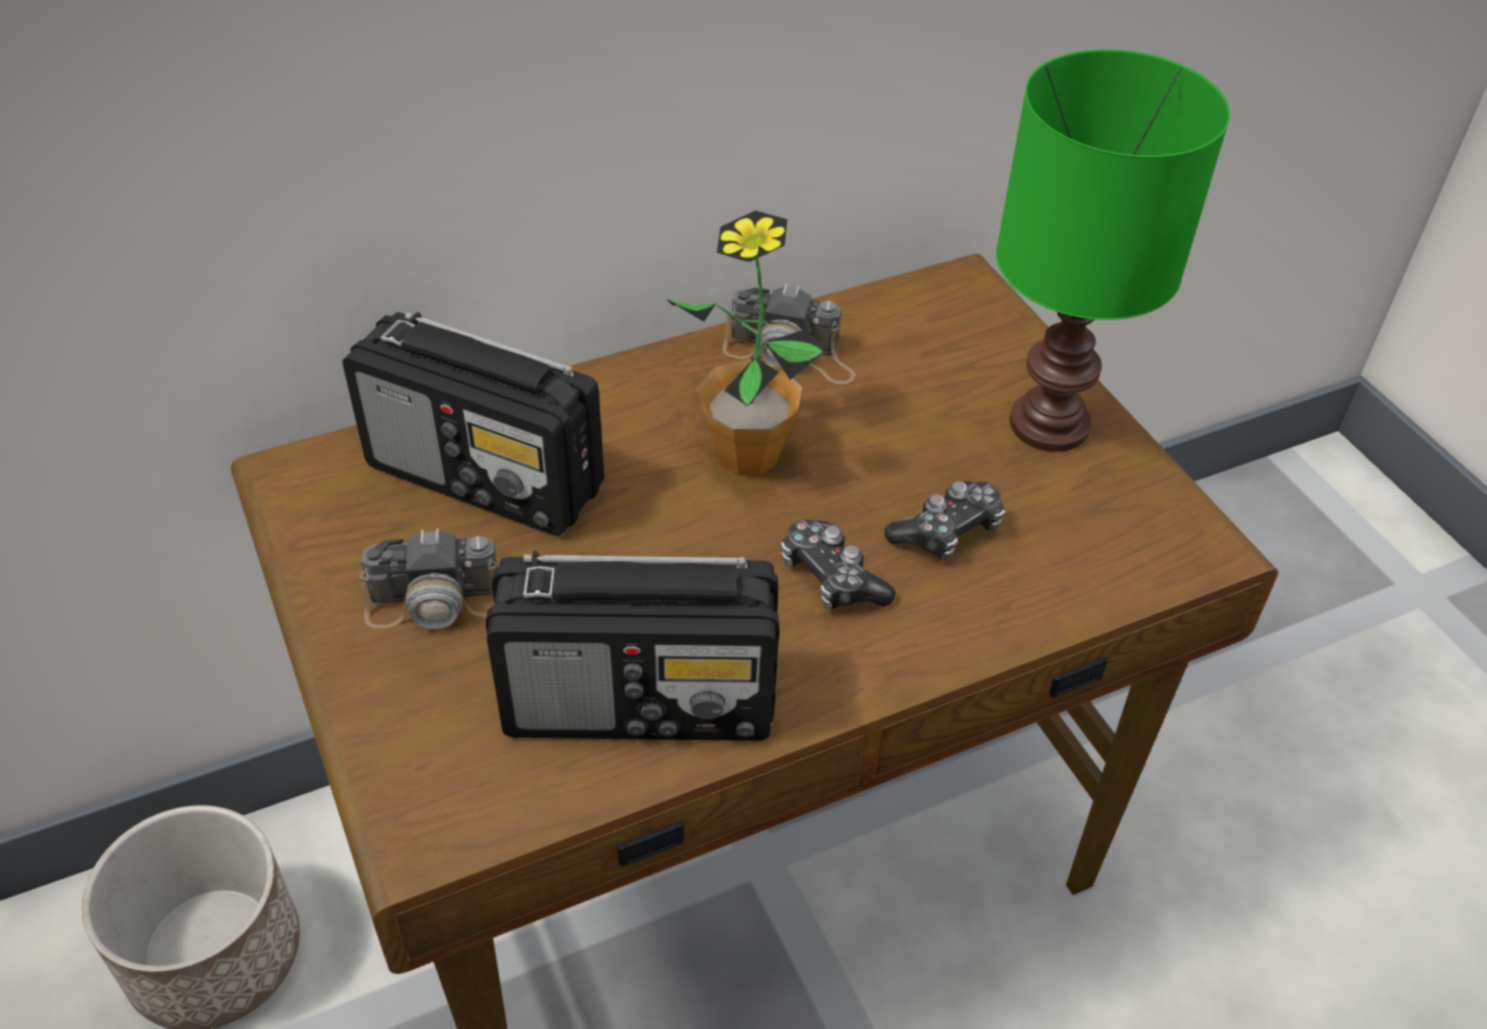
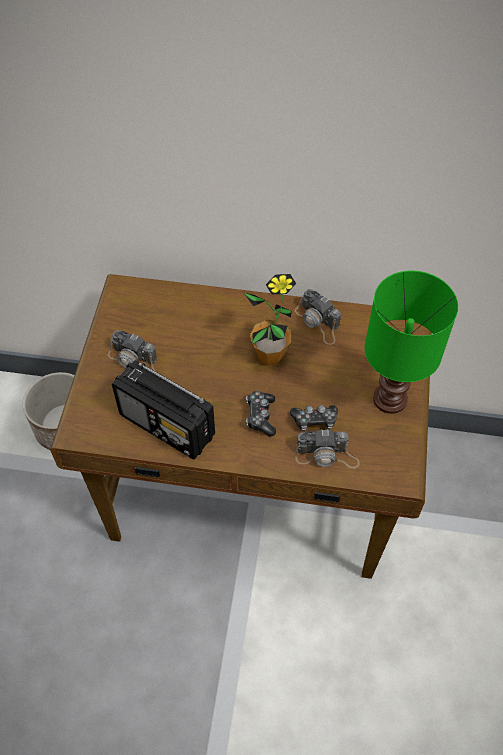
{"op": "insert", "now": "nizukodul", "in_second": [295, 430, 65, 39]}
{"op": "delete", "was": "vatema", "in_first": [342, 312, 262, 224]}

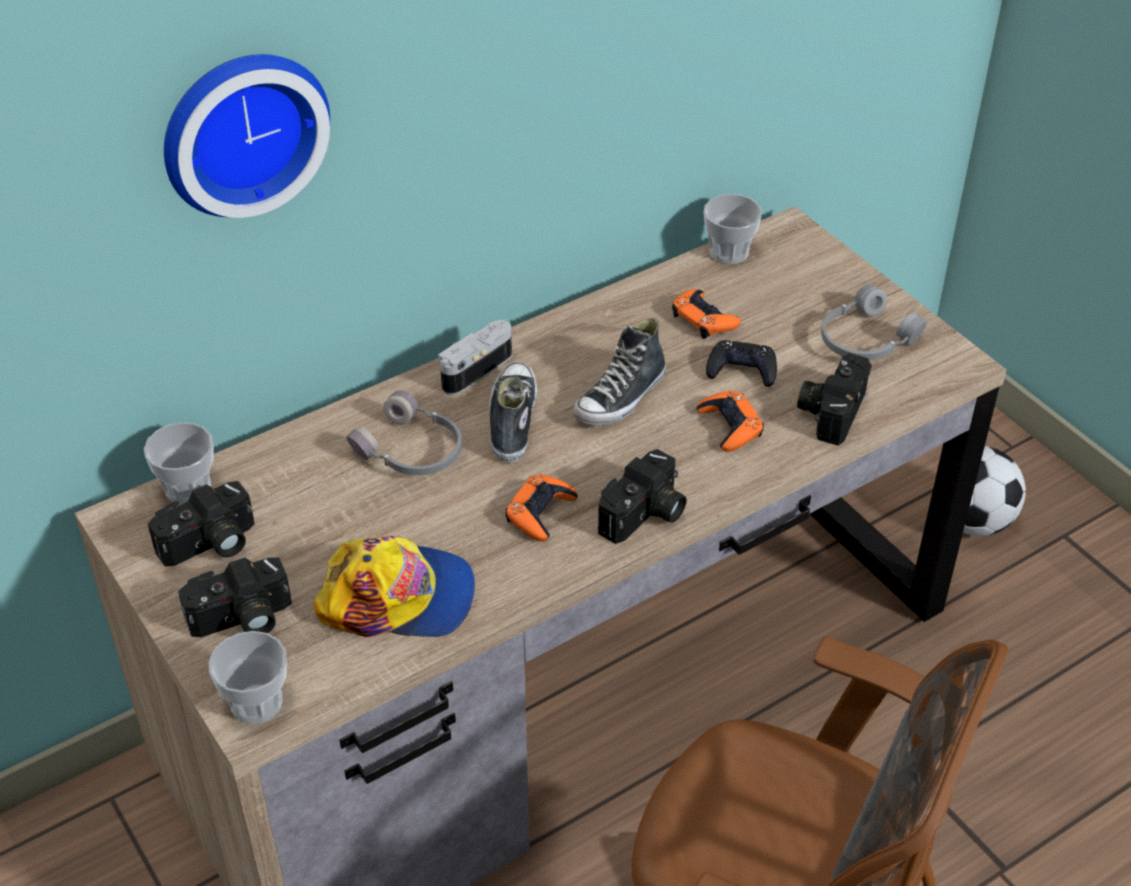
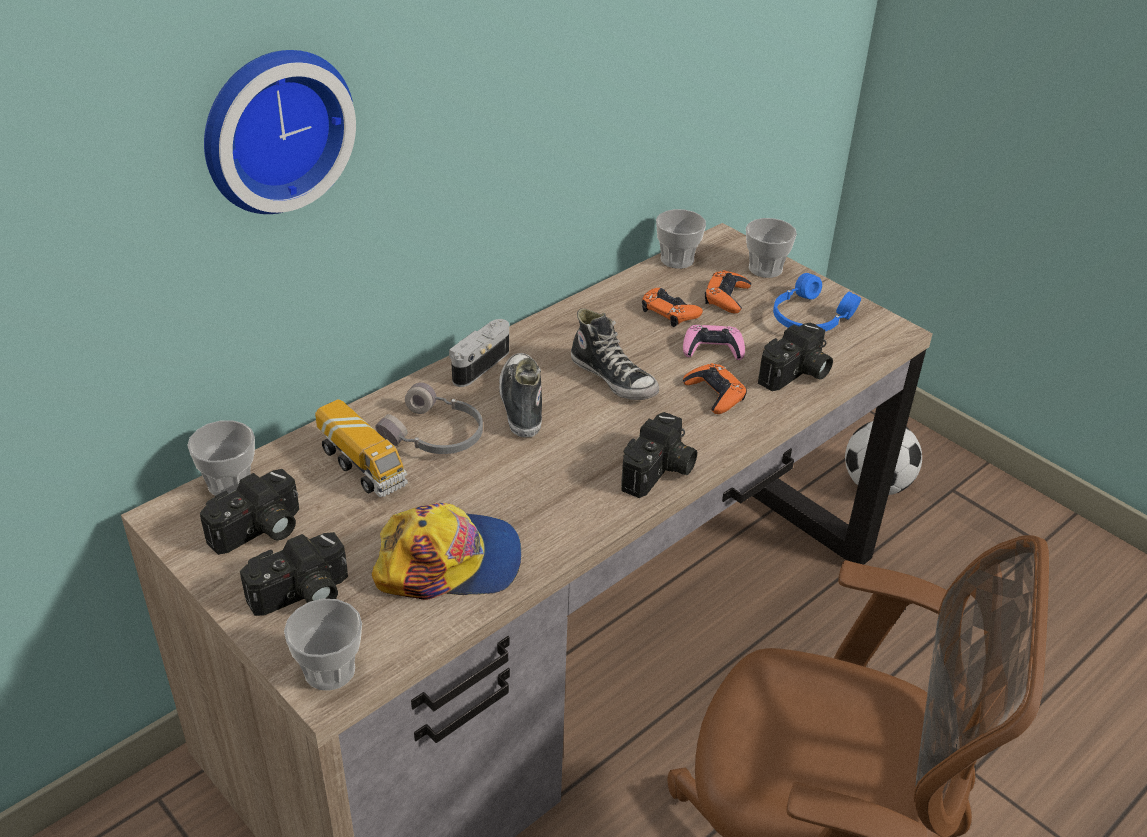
{"op": "insert", "now": "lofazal", "in_second": [315, 399, 93, 98]}
{"op": "rotate", "was": "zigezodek", "in_first": [573, 318, 93, 107], "in_second": [571, 308, 88, 92], "clockwise": -75}
{"op": "recolor", "was": "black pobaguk", "now": "pink pobaguk", "in_first": [706, 340, 71, 47], "in_second": [683, 325, 62, 35]}
{"op": "move", "was": "orange pobaguk", "in_first": [505, 474, 73, 68], "in_second": [705, 270, 46, 43]}
{"op": "insert", "now": "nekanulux", "in_second": [746, 218, 51, 60]}
{"op": "rotate", "was": "nizukodul", "in_first": [797, 353, 75, 92], "in_second": [758, 323, 75, 68], "clockwise": -150}
{"op": "recolor", "was": "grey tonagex", "now": "blue tonagex", "in_first": [821, 284, 106, 76], "in_second": [773, 273, 88, 58]}

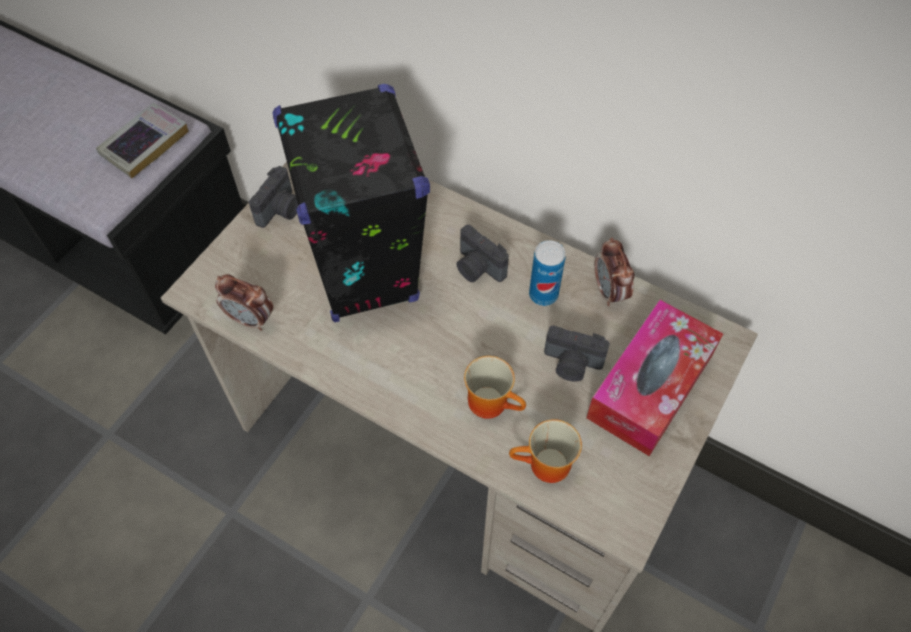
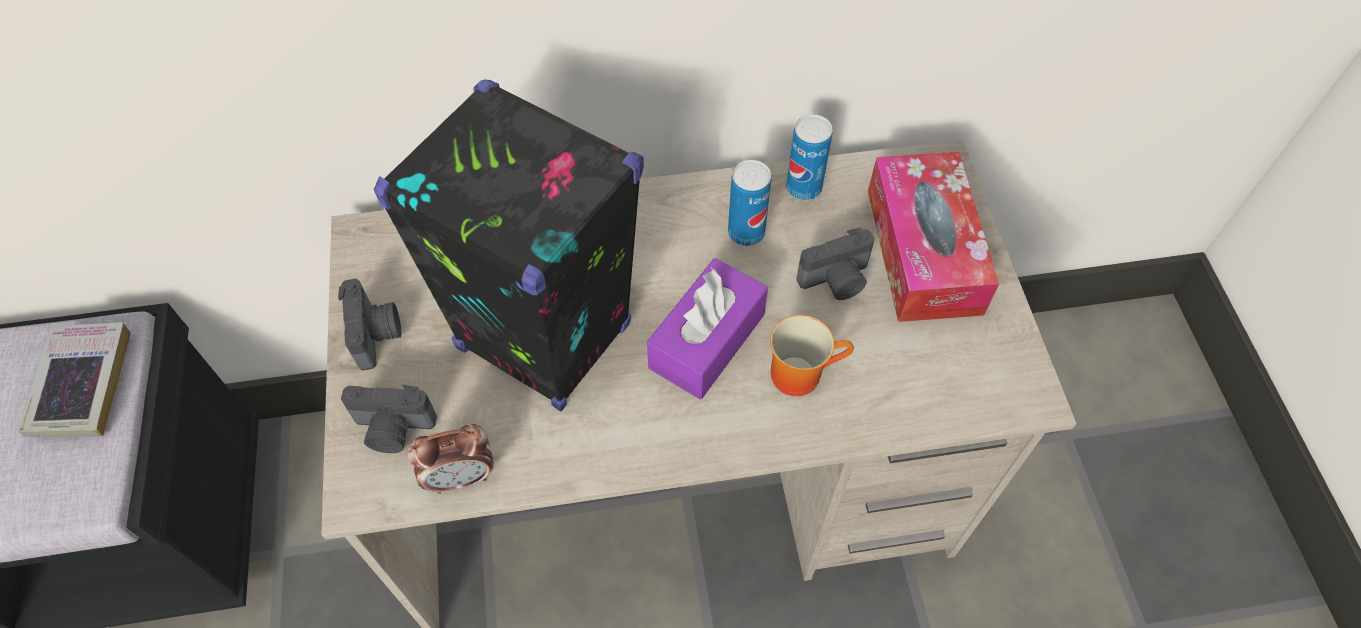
{"op": "move", "was": "nizukodul", "in_first": [457, 225, 52, 57], "in_second": [341, 385, 96, 68]}
{"op": "insert", "now": "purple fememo", "in_second": [647, 258, 121, 141]}
{"op": "replace", "was": "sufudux", "now": "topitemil", "in_first": [594, 238, 40, 68], "in_second": [786, 114, 47, 86]}
{"op": "delete", "was": "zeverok", "in_first": [509, 419, 73, 64]}

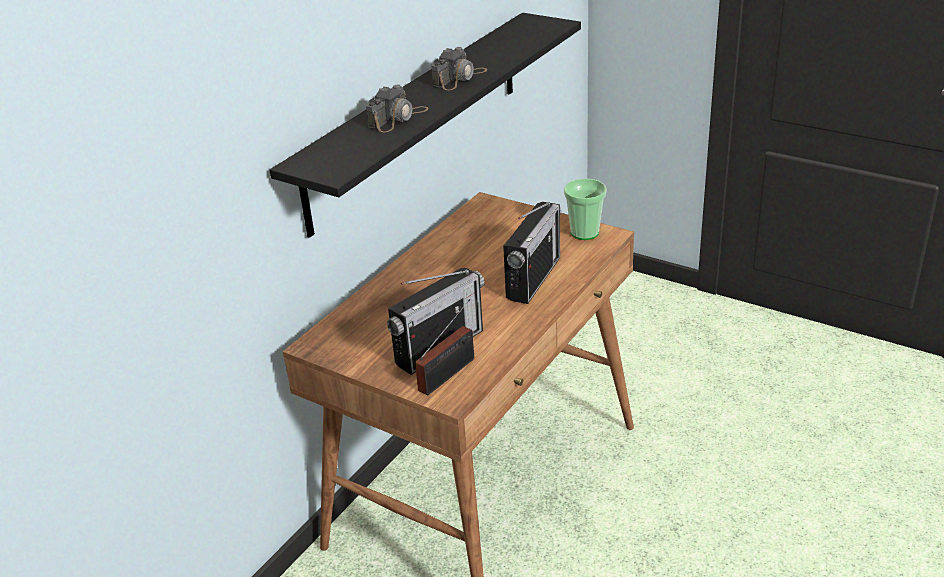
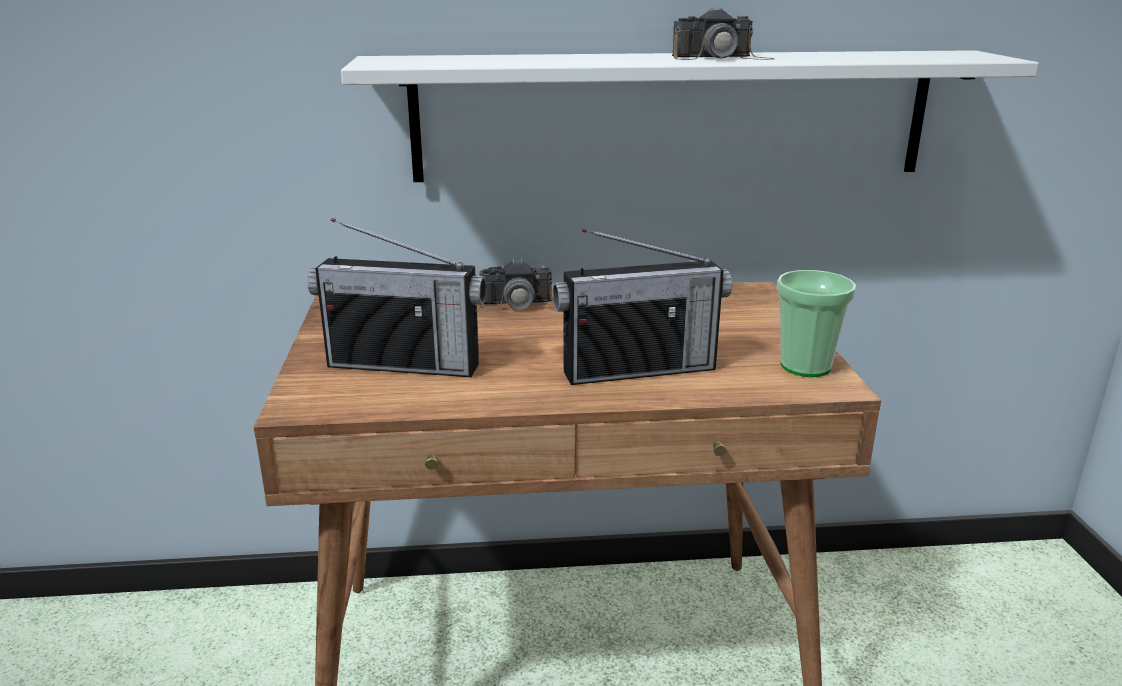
{"op": "recolor", "was": "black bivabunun", "now": "white bivabunun", "in_first": [269, 13, 312, 225], "in_second": [341, 50, 698, 132]}
{"op": "move", "was": "nizukodul", "in_first": [366, 85, 62, 47], "in_second": [478, 259, 78, 52]}
{"op": "delete", "was": "vatema", "in_first": [415, 299, 59, 97]}

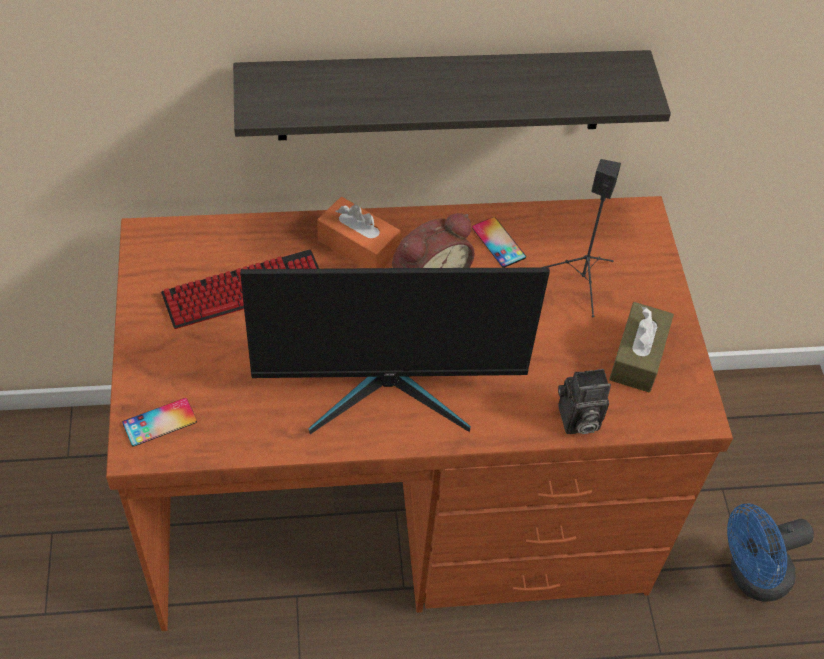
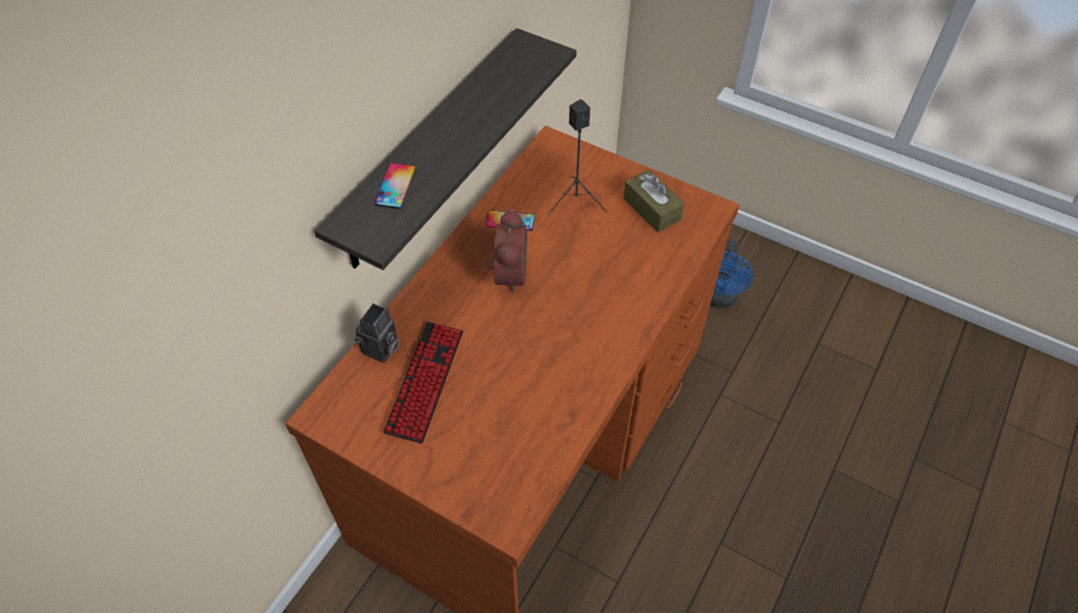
{"op": "move", "was": "nizukodul", "in_first": [558, 369, 53, 65], "in_second": [355, 304, 44, 59]}
{"op": "move", "was": "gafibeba", "in_first": [122, 398, 75, 48], "in_second": [374, 163, 42, 46]}
{"op": "delete", "was": "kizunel", "in_first": [240, 267, 310, 167]}
{"op": "delete", "was": "orange fememo", "in_first": [317, 197, 84, 71]}

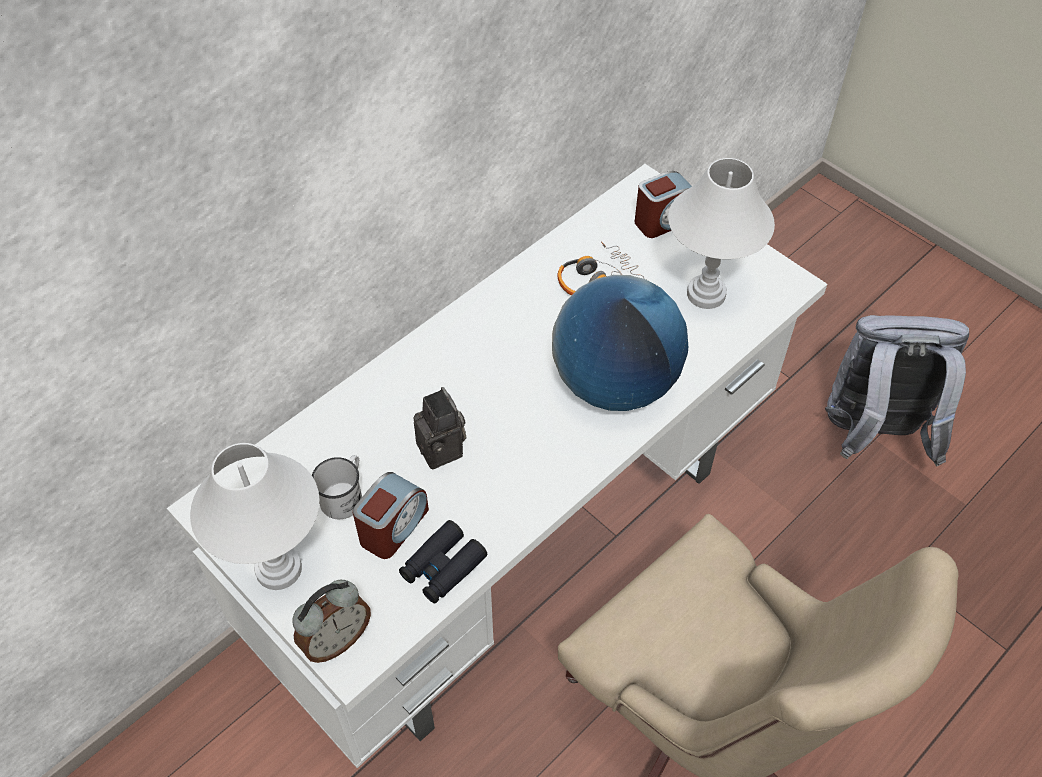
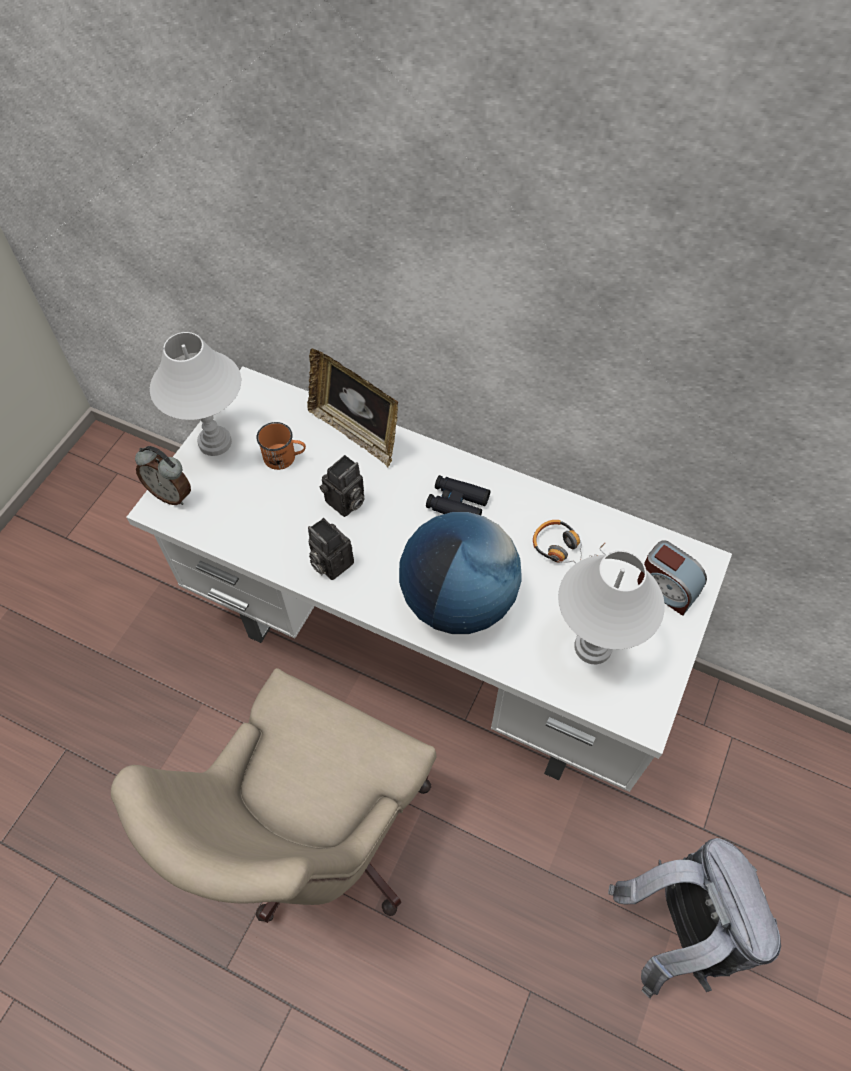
{"op": "recolor", "was": "white zeverok", "now": "orange zeverok", "in_first": [312, 455, 50, 64], "in_second": [256, 422, 50, 48]}
{"op": "insert", "now": "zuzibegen", "in_second": [307, 348, 91, 119]}
{"op": "insert", "now": "nizukodul", "in_second": [308, 518, 46, 62]}
{"op": "move", "was": "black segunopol", "in_first": [399, 520, 88, 84], "in_second": [426, 475, 64, 40]}
{"op": "delete", "was": "sufudux", "in_first": [353, 472, 76, 87]}

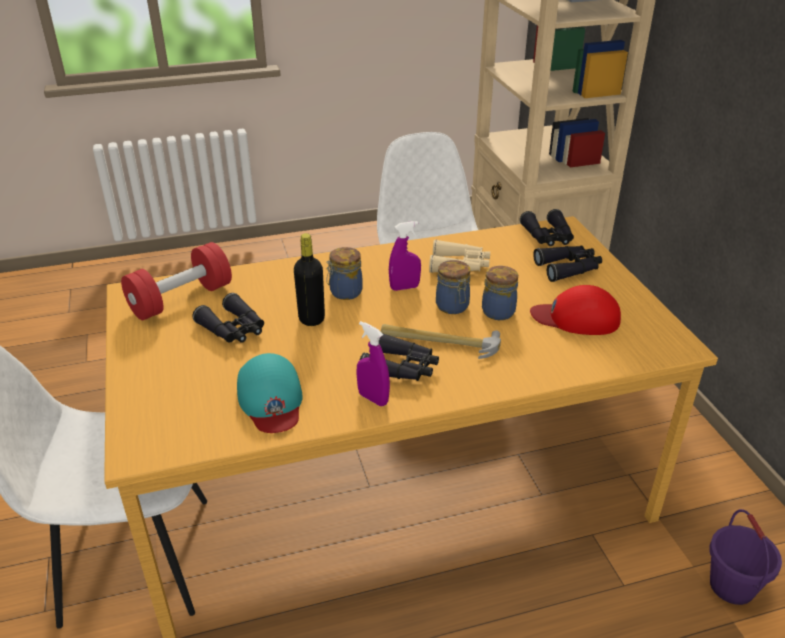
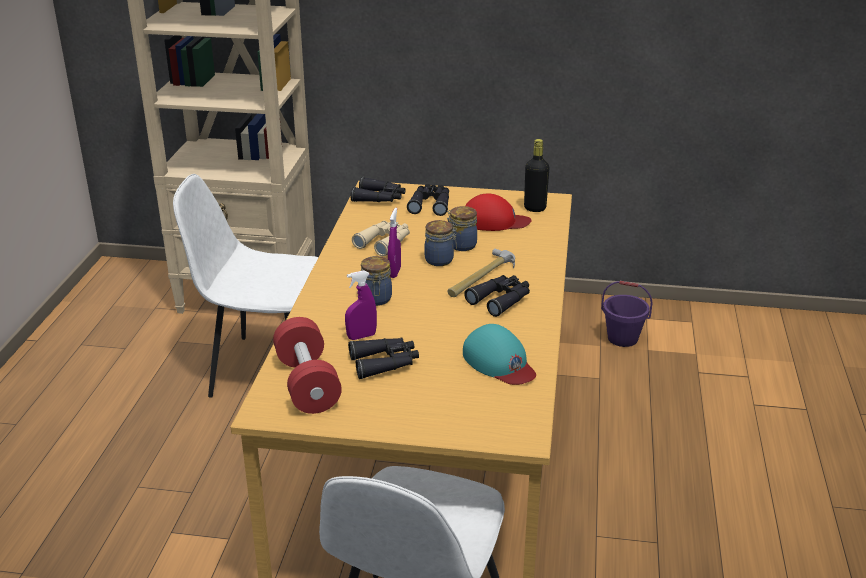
{"op": "move", "was": "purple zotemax", "in_first": [357, 321, 33, 85], "in_second": [345, 270, 32, 70]}
{"op": "rotate", "was": "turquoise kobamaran", "in_first": [237, 353, 66, 80], "in_second": [463, 324, 73, 61], "clockwise": 45}
{"op": "rotate", "was": "red kobamaran", "in_first": [530, 285, 91, 50], "in_second": [465, 194, 67, 37], "clockwise": -120}
{"op": "move", "was": "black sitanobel", "in_first": [294, 233, 31, 93], "in_second": [524, 139, 26, 73]}

